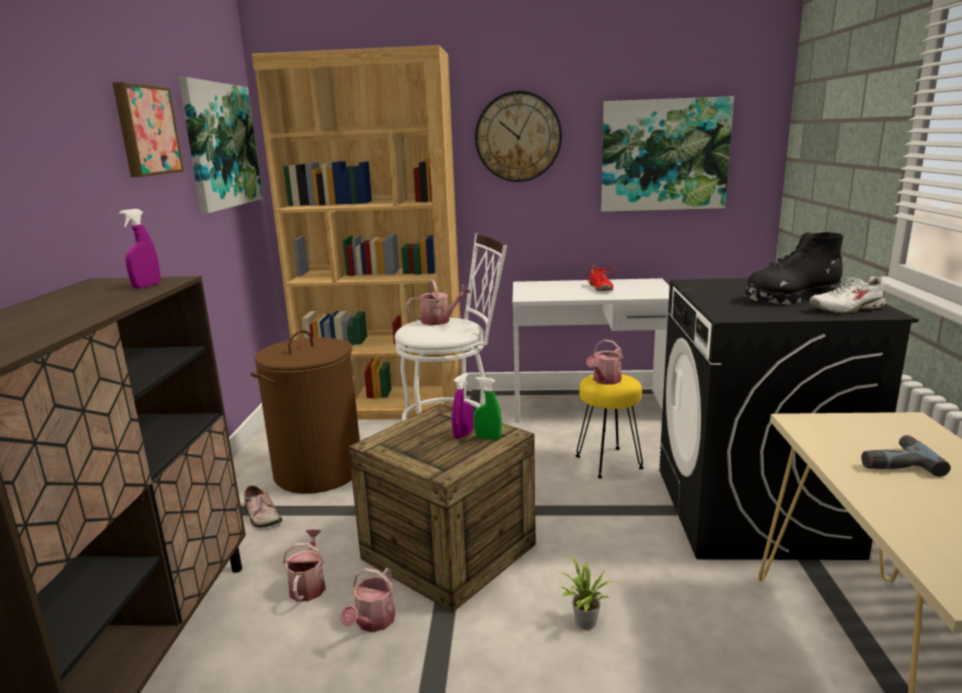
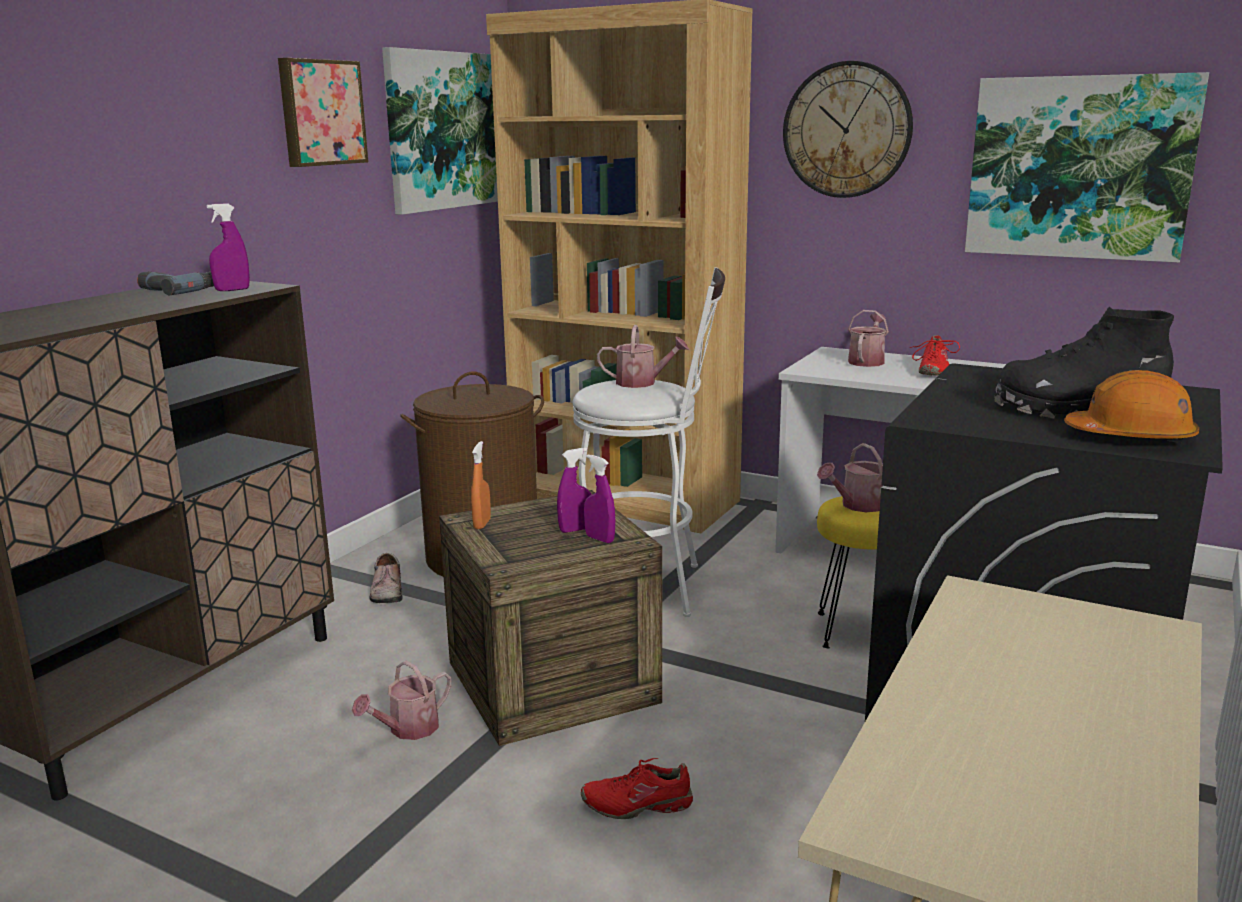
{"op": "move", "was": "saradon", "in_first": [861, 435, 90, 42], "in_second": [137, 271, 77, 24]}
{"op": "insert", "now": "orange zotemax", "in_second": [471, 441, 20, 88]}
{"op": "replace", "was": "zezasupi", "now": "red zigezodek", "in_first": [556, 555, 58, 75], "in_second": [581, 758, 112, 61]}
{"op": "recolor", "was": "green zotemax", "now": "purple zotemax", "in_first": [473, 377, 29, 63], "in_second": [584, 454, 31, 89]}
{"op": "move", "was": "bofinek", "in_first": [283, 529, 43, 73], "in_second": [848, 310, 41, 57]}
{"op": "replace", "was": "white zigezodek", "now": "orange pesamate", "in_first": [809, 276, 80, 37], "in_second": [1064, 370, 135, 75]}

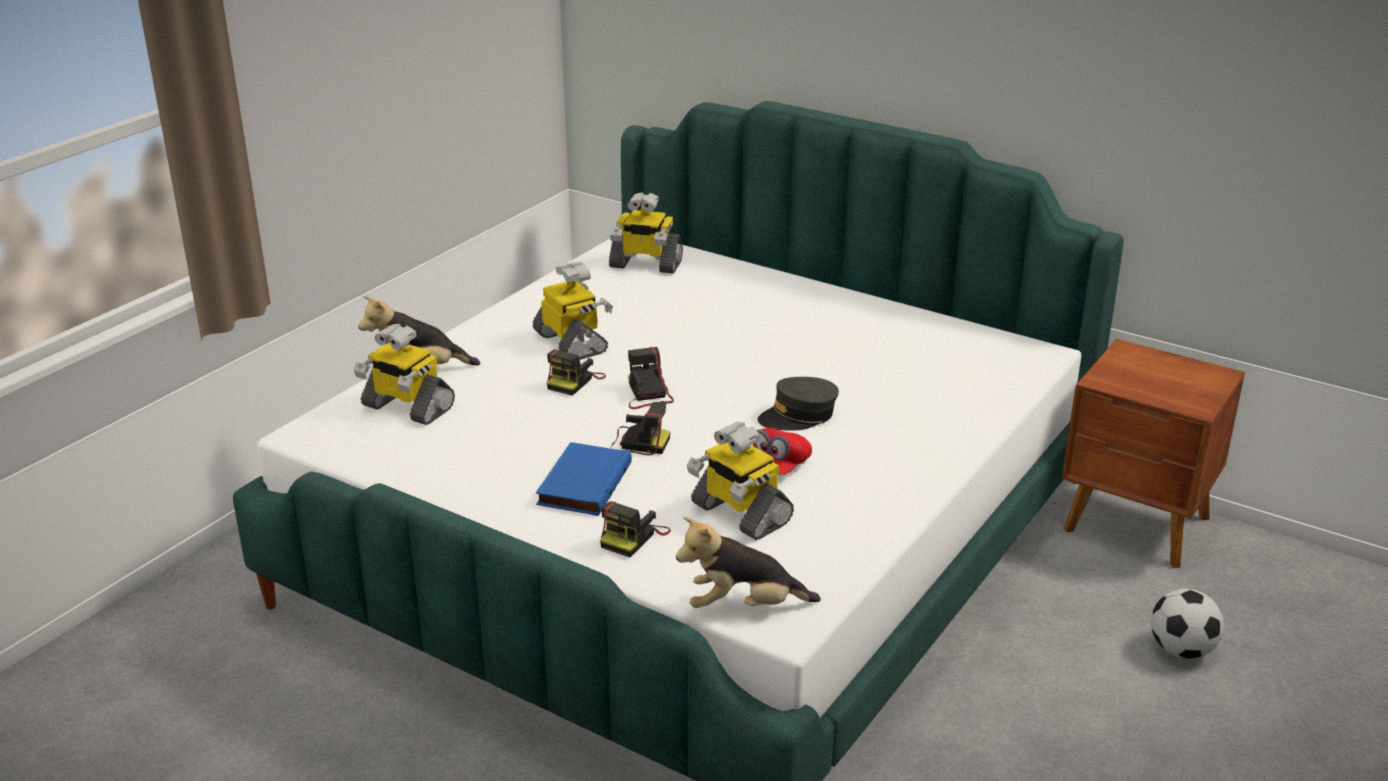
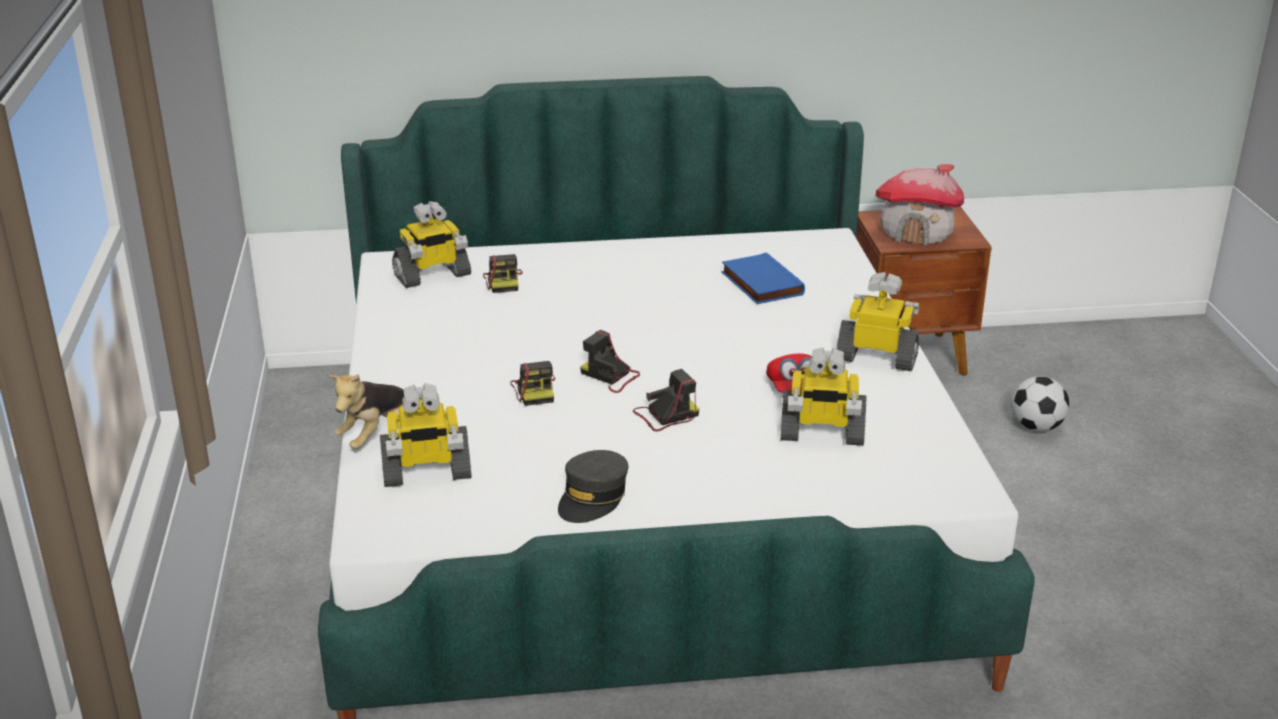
{"op": "move", "was": "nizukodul", "in_first": [600, 501, 71, 56], "in_second": [483, 254, 40, 39]}
{"op": "move", "was": "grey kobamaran", "in_first": [757, 377, 82, 54], "in_second": [558, 450, 70, 73]}
{"op": "move", "was": "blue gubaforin", "in_first": [536, 442, 96, 74], "in_second": [721, 252, 84, 52]}
{"op": "move", "was": "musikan", "in_first": [533, 262, 80, 98], "in_second": [836, 272, 83, 99]}
{"op": "insert", "now": "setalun", "in_second": [875, 164, 89, 82]}
{"op": "delete", "was": "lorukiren", "in_first": [676, 517, 145, 91]}

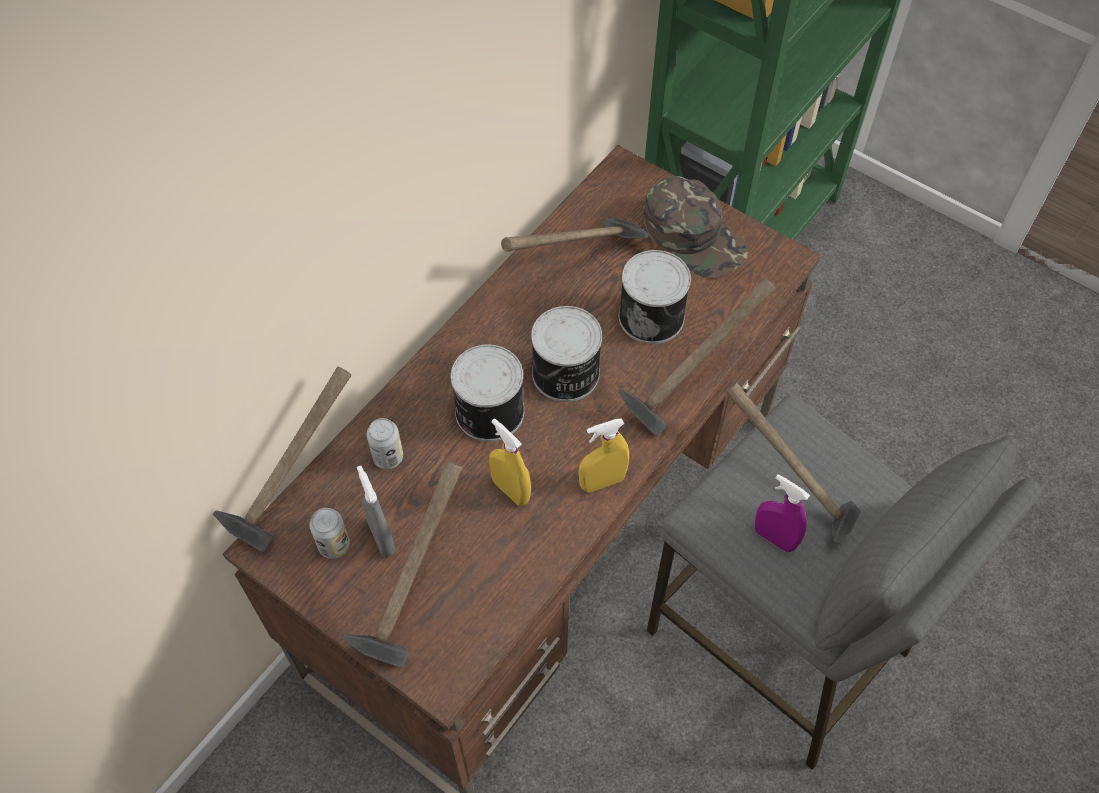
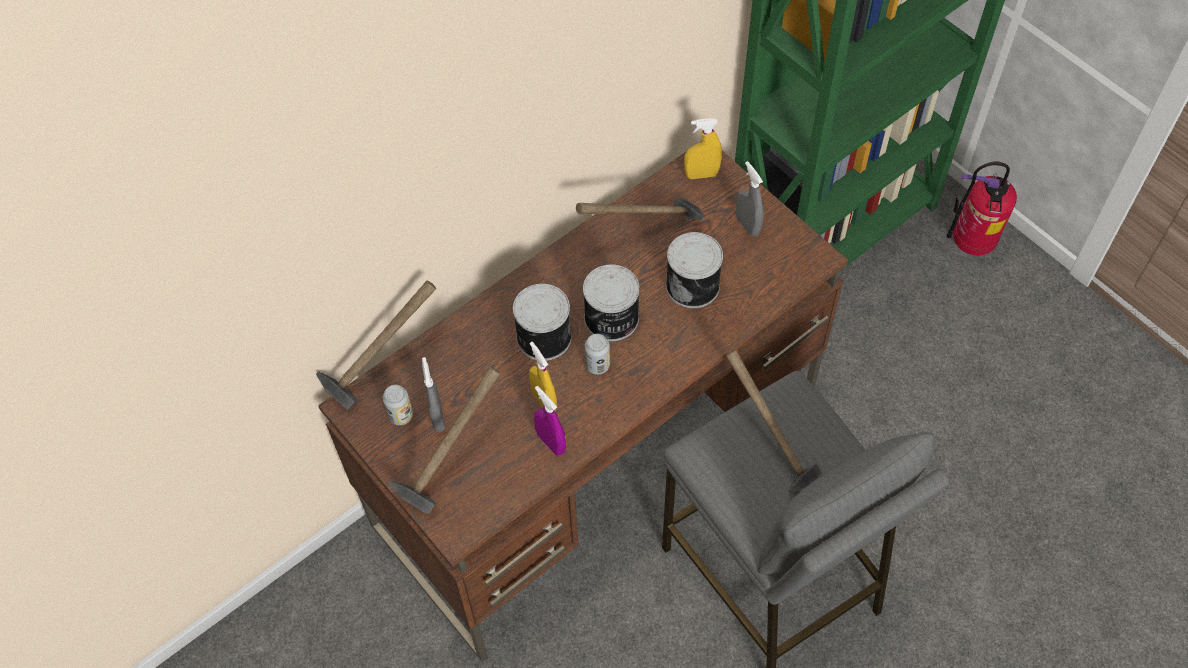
{"op": "move", "was": "purple zotemax", "in_first": [755, 474, 55, 78], "in_second": [534, 386, 32, 69]}
{"op": "move", "was": "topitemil", "in_first": [367, 418, 36, 51], "in_second": [585, 334, 25, 41]}
{"op": "move", "was": "yellow zotemax", "in_first": [578, 418, 51, 74], "in_second": [684, 118, 38, 61]}
{"op": "replace", "was": "green kobamaran", "now": "grey zotemax", "in_first": [643, 176, 106, 103], "in_second": [736, 161, 28, 75]}
{"op": "insert", "now": "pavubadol", "in_second": [947, 162, 70, 94]}
{"op": "delete", "was": "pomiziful", "in_first": [618, 278, 158, 158]}

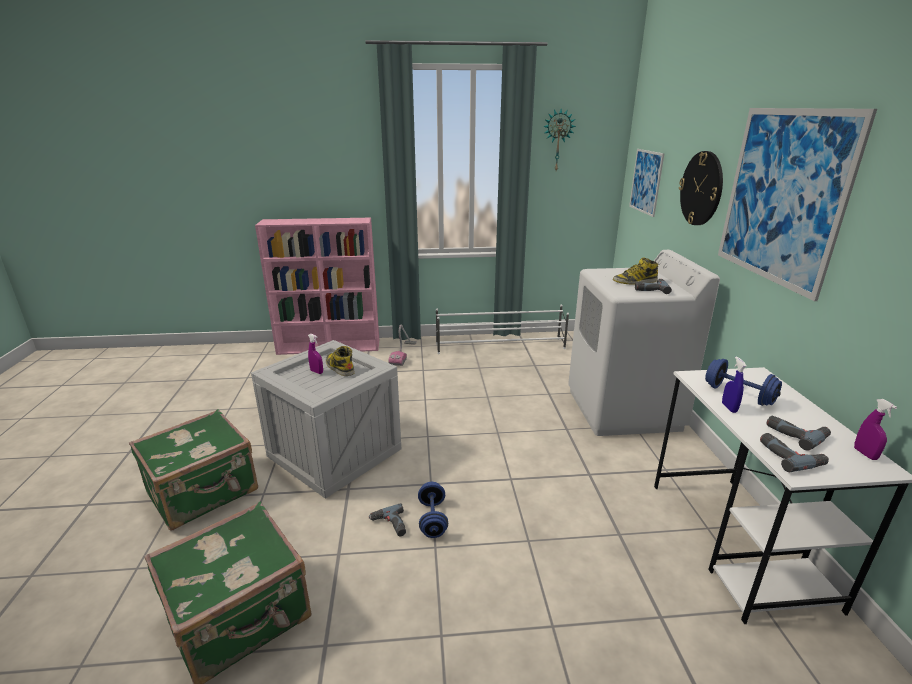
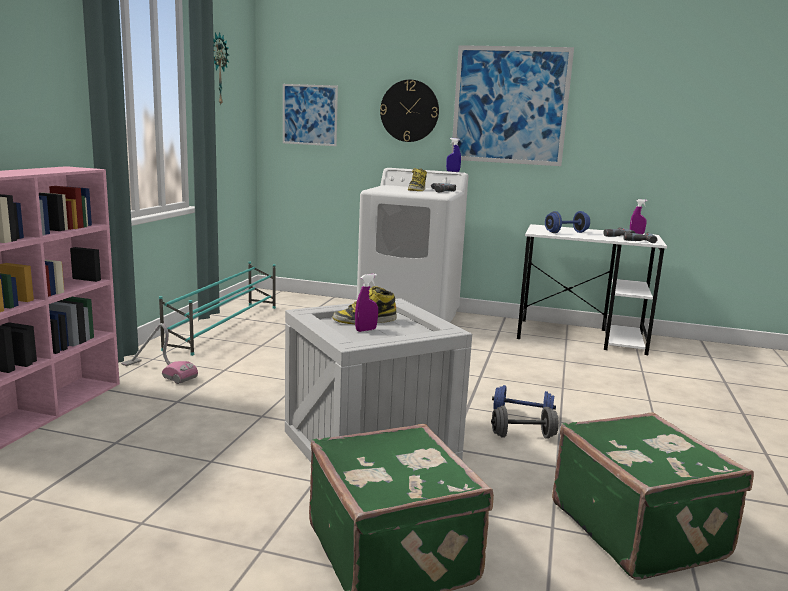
{"op": "recolor", "was": "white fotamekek", "now": "turquoise fotamekek", "in_first": [436, 305, 133, 49], "in_second": [159, 262, 117, 94]}
{"op": "move", "was": "blue zotemax", "in_first": [722, 356, 25, 57], "in_second": [446, 138, 15, 34]}
{"op": "replace", "was": "saradon", "now": "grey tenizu", "in_first": [369, 503, 37, 33], "in_second": [491, 406, 68, 32]}

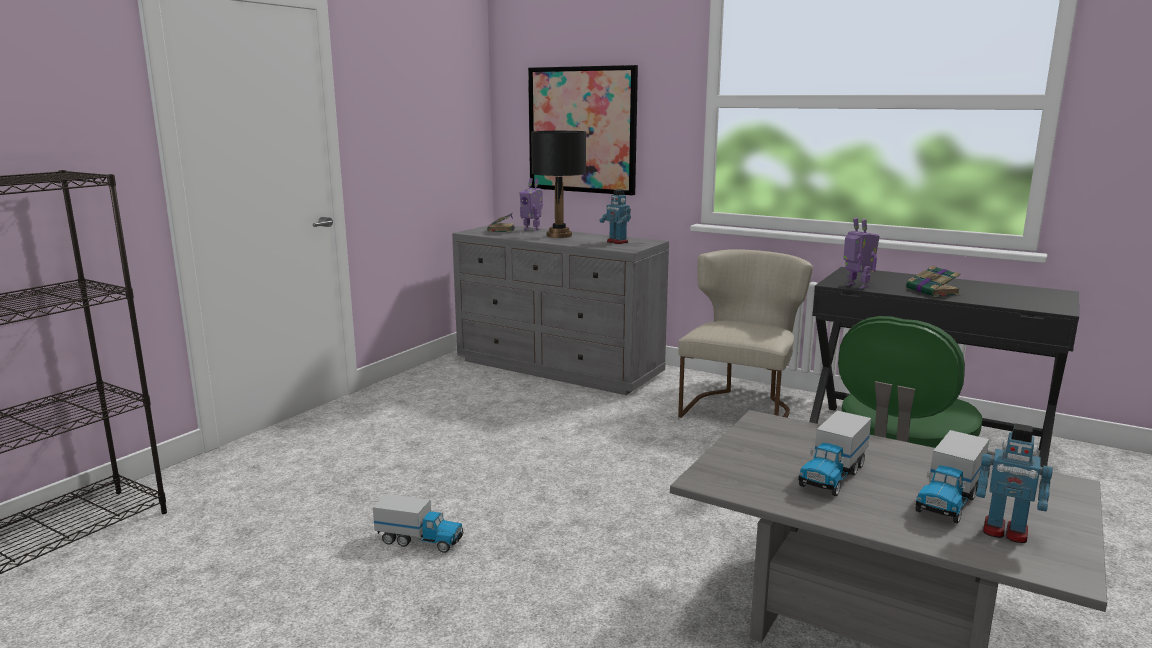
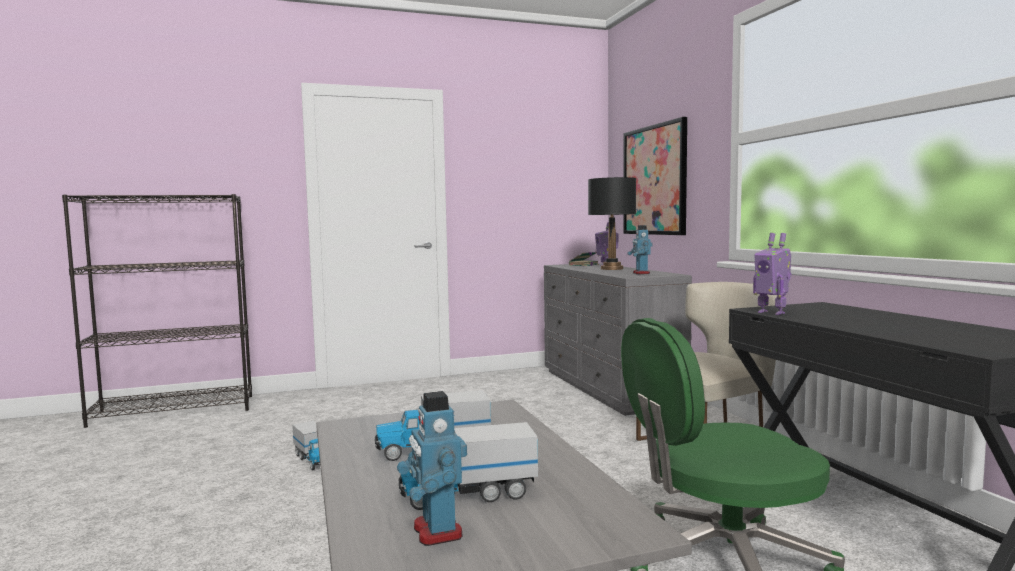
{"op": "rotate", "was": "musikan", "in_first": [843, 218, 37, 71], "in_second": [753, 233, 38, 82], "clockwise": 135}
{"op": "delete", "was": "gubaforin", "in_first": [906, 266, 55, 31]}

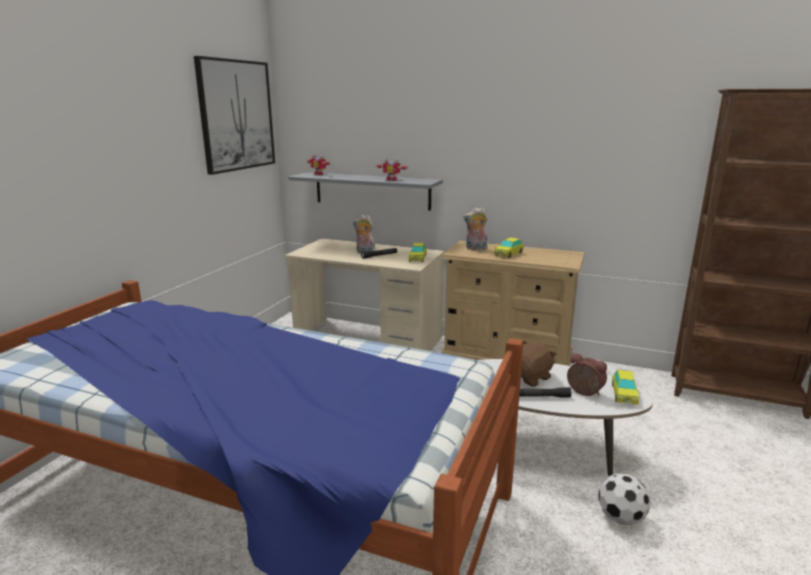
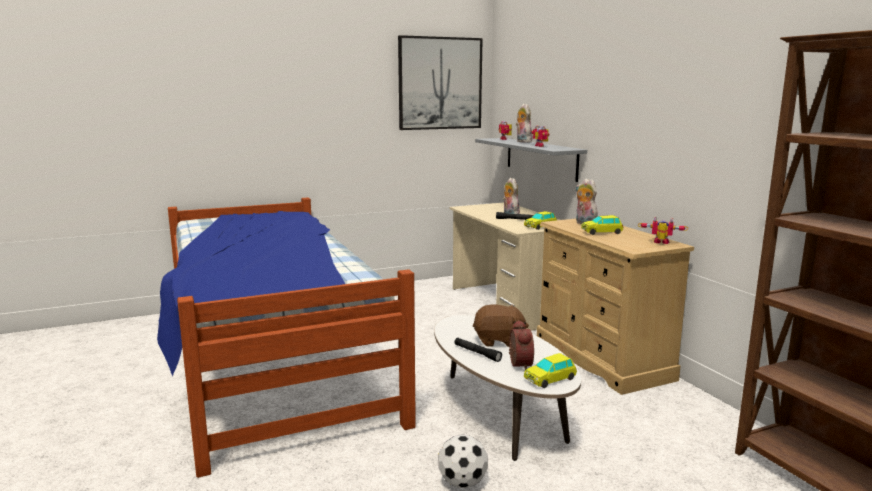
{"op": "insert", "now": "lorukiren", "in_second": [516, 104, 16, 39]}
{"op": "insert", "now": "musikan", "in_second": [638, 217, 50, 27]}

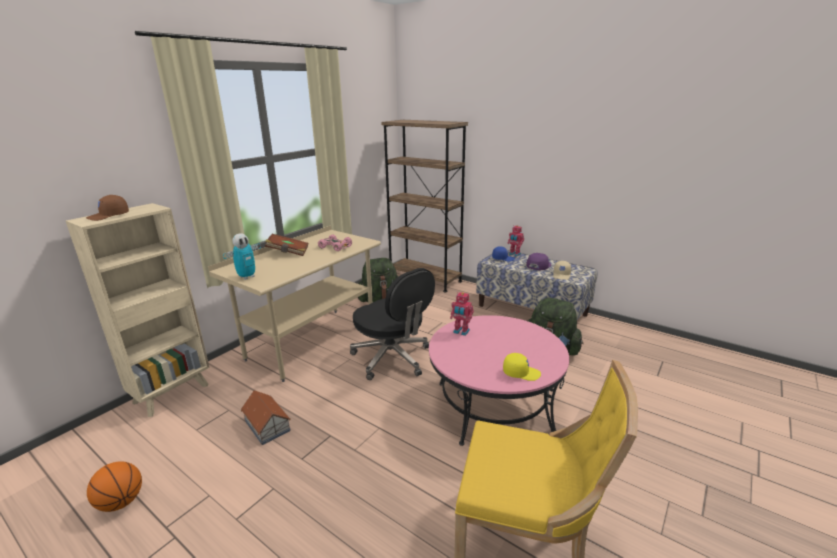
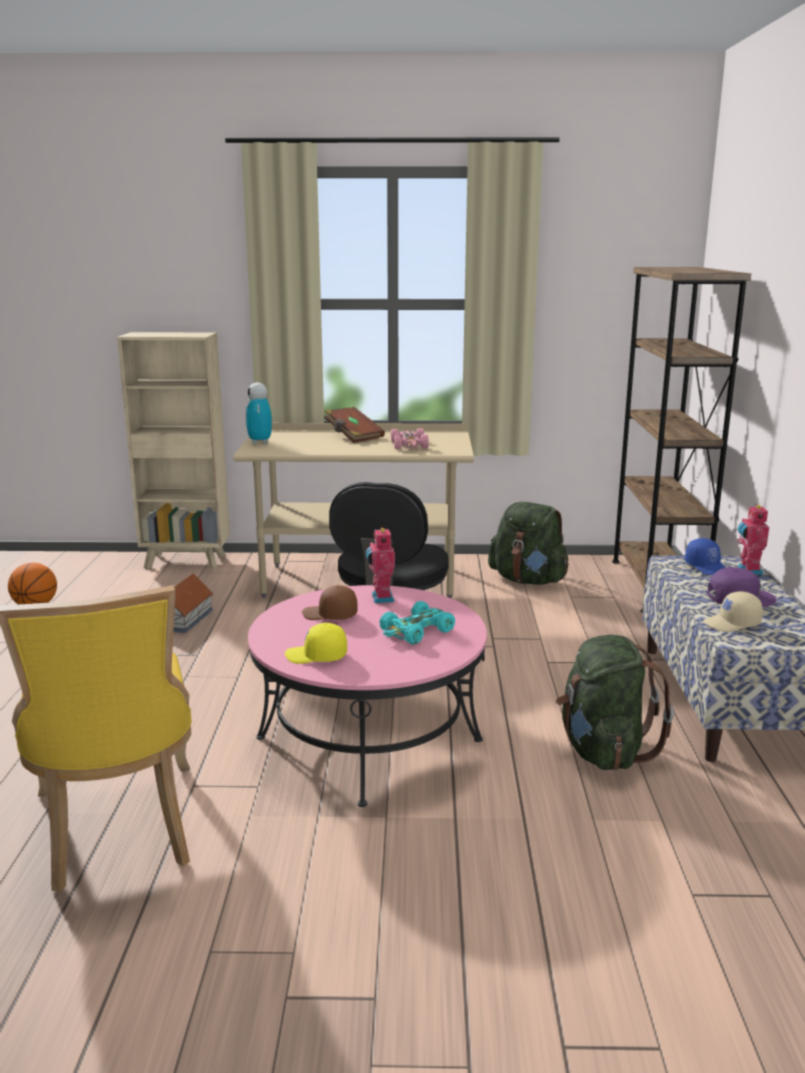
{"op": "rotate", "was": "musikan", "in_first": [223, 233, 38, 47], "in_second": [246, 382, 26, 62], "clockwise": 75}
{"op": "rotate", "was": "yellow kobamaran", "in_first": [503, 353, 38, 28], "in_second": [285, 623, 62, 41], "clockwise": 120}
{"op": "move", "was": "brown kobamaran", "in_first": [86, 195, 43, 26], "in_second": [302, 585, 56, 35]}
{"op": "insert", "now": "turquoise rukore", "in_second": [379, 601, 76, 44]}

